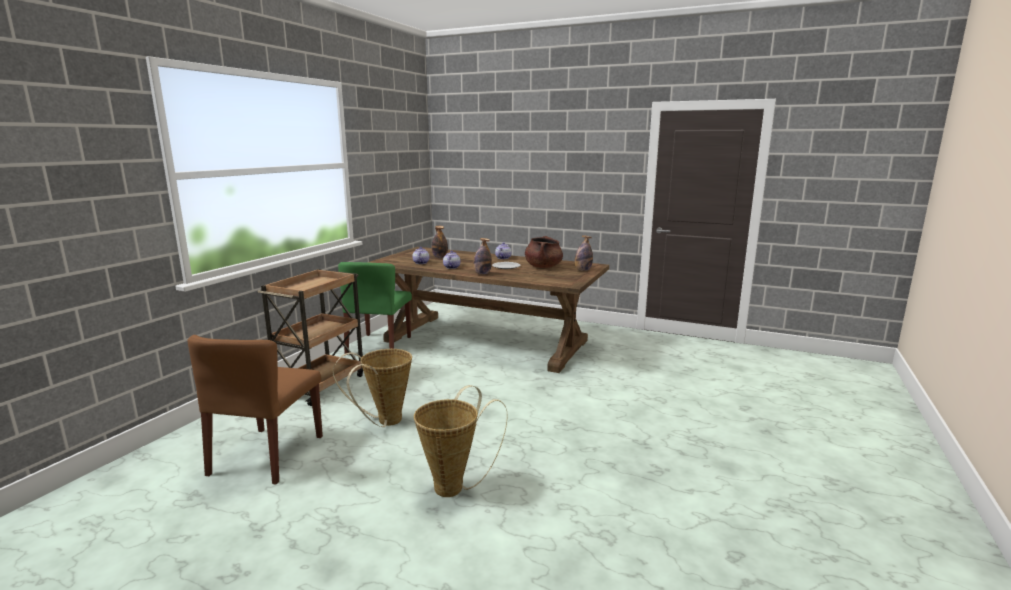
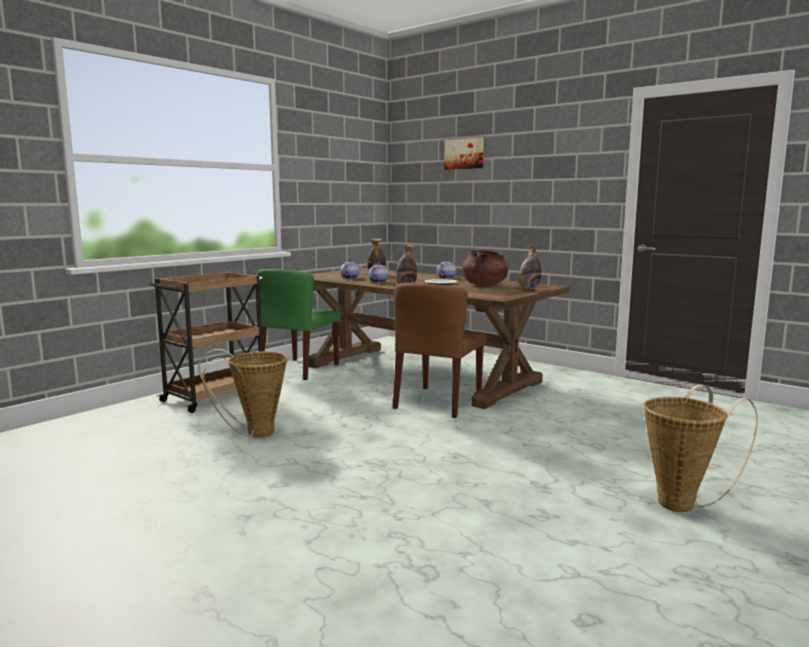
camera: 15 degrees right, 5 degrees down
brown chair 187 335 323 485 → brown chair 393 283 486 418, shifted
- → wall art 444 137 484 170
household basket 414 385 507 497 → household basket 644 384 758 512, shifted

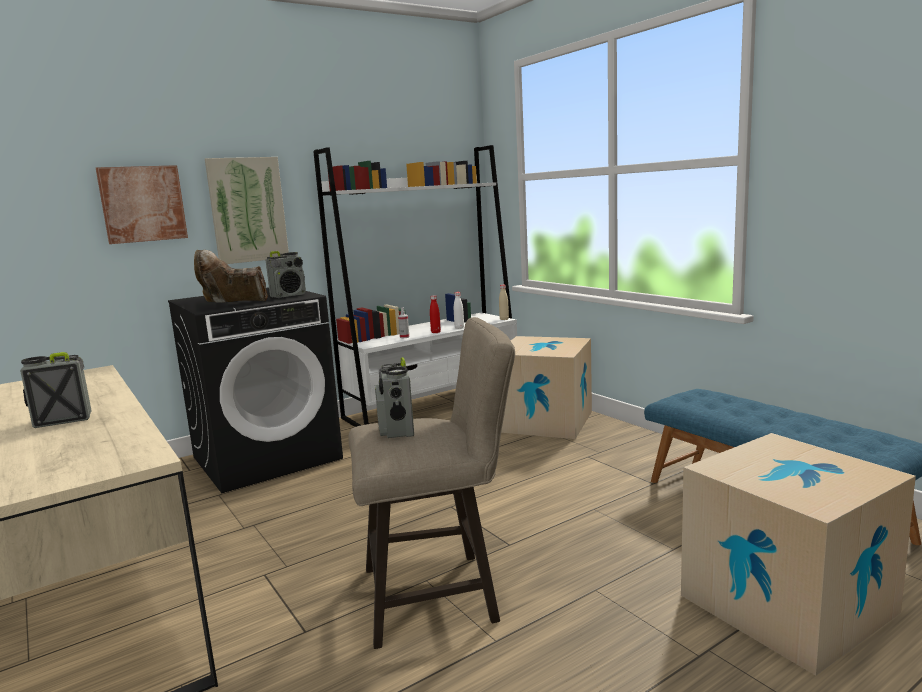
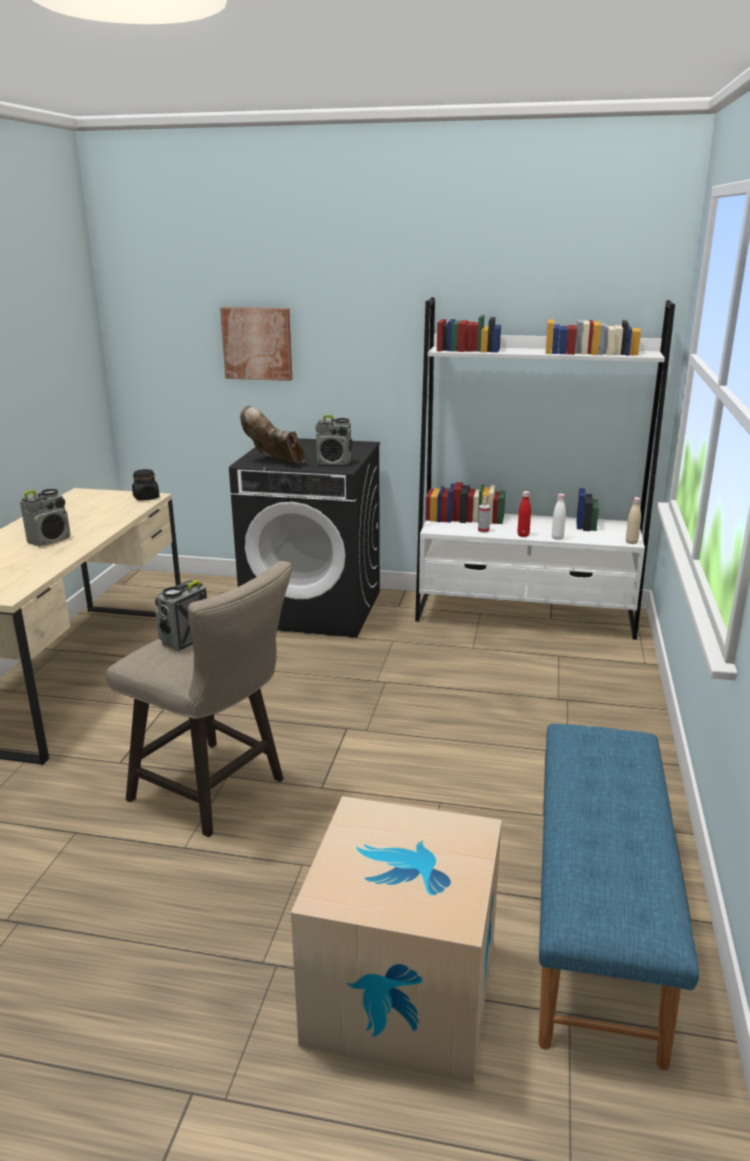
camera: 45 degrees right, 10 degrees up
radio set 20 352 92 428 → radio set 20 489 71 546, 105 degrees clockwise
- → black preserve jar 132 469 159 501
wall art 205 157 289 264 → -
carton 501 336 592 439 → -

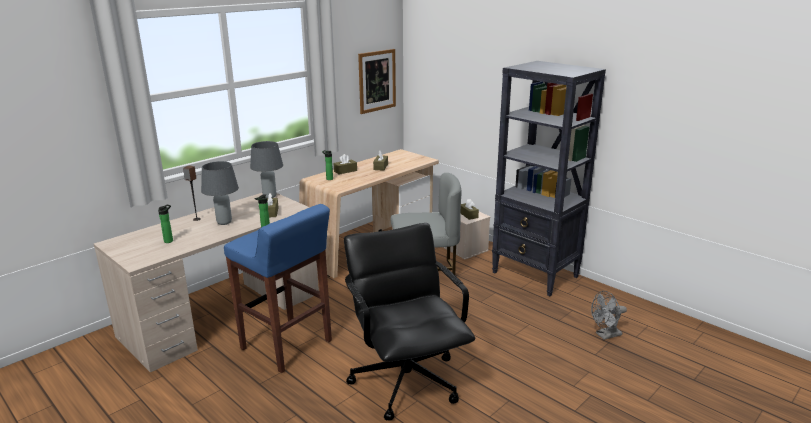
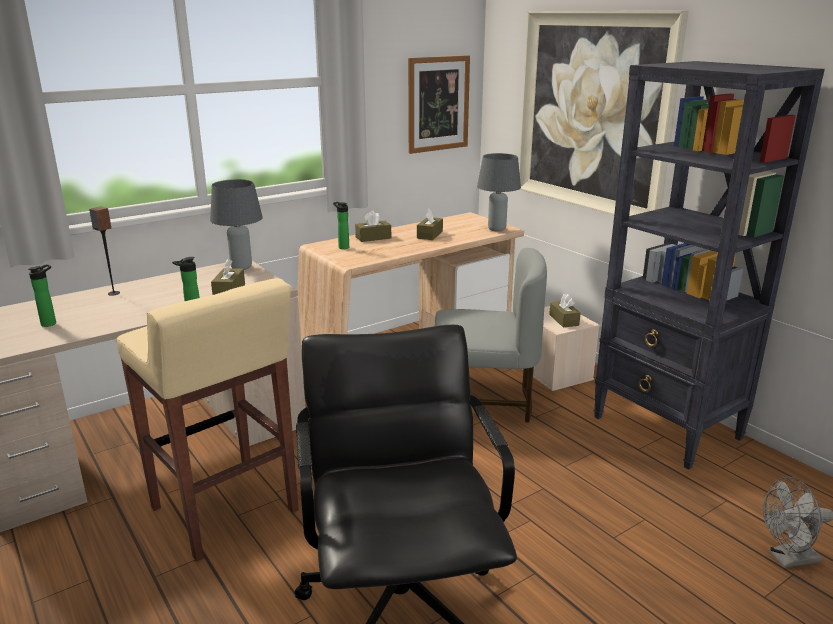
camera: 10 degrees right, 0 degrees up
bluish stool 224 204 332 373 → beige-coloured stool 116 278 299 561
grey tabletop lamp 201 161 239 225 → grey tabletop lamp 477 153 521 232, shifted
- → wall art 519 11 689 216

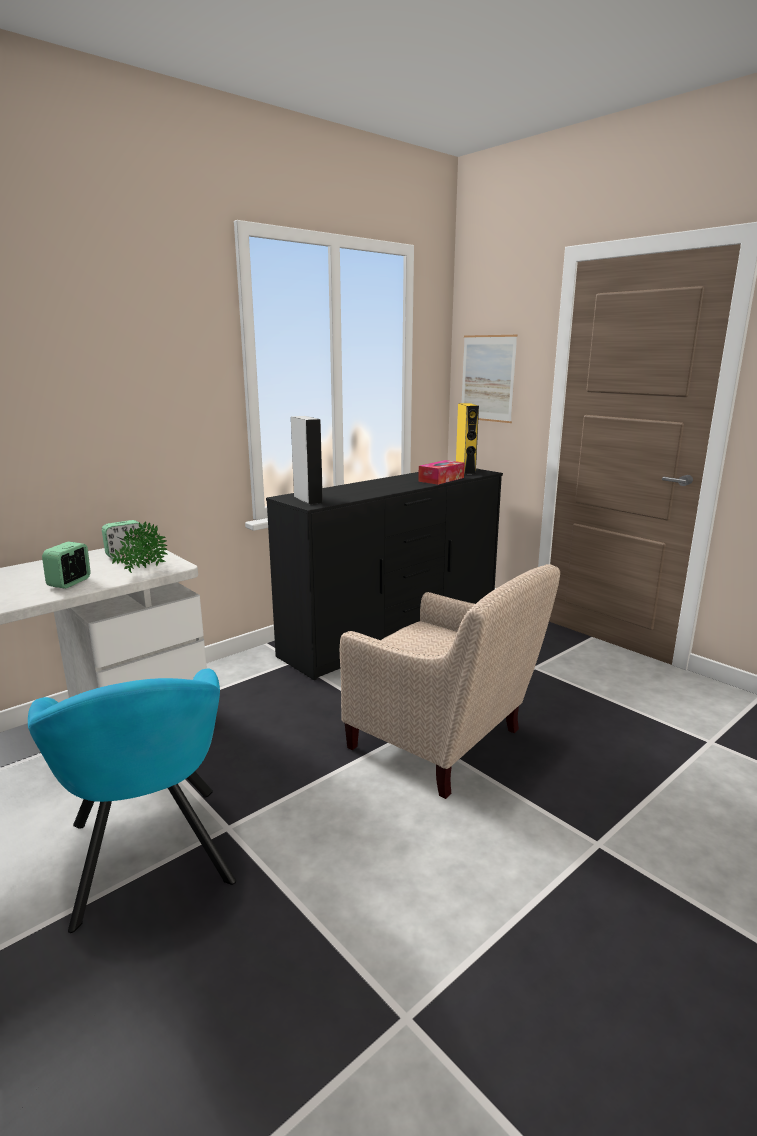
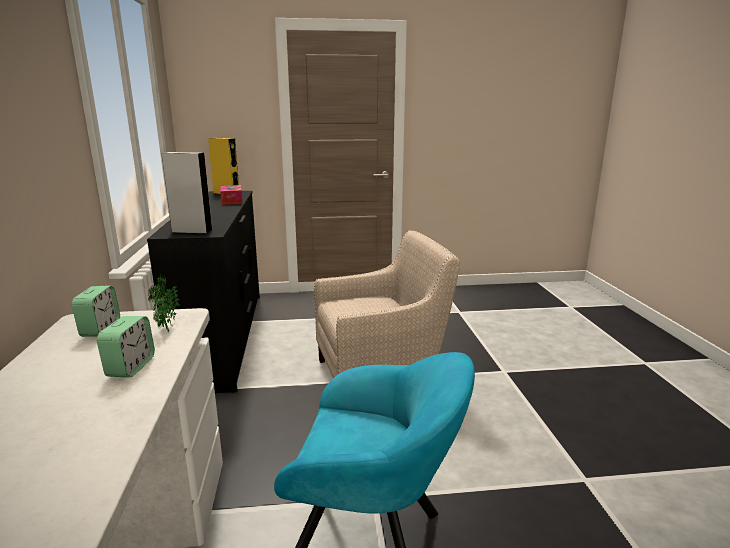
camera: 55 degrees left, 0 degrees up
alarm clock 42 542 91 589 → alarm clock 97 316 155 377, 135 degrees counterclockwise
wall art 462 335 517 423 → -

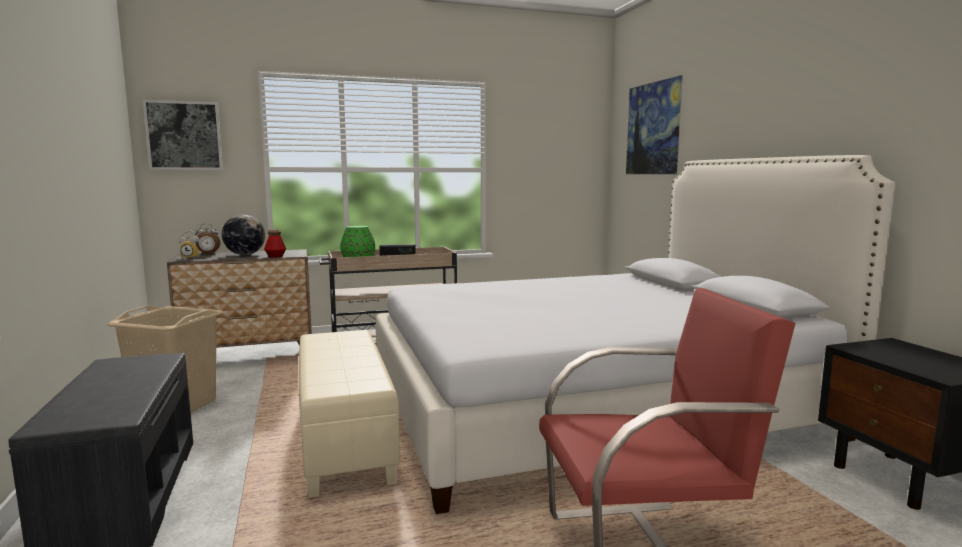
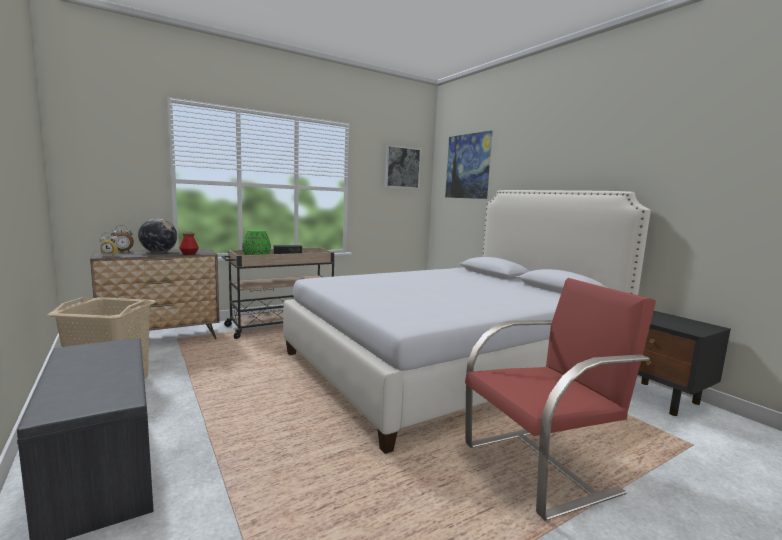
camera: 15 degrees left, 0 degrees up
wall art 143 100 223 170 → wall art 385 145 421 189, shifted
beige-coloured footrest 299 330 400 498 → -

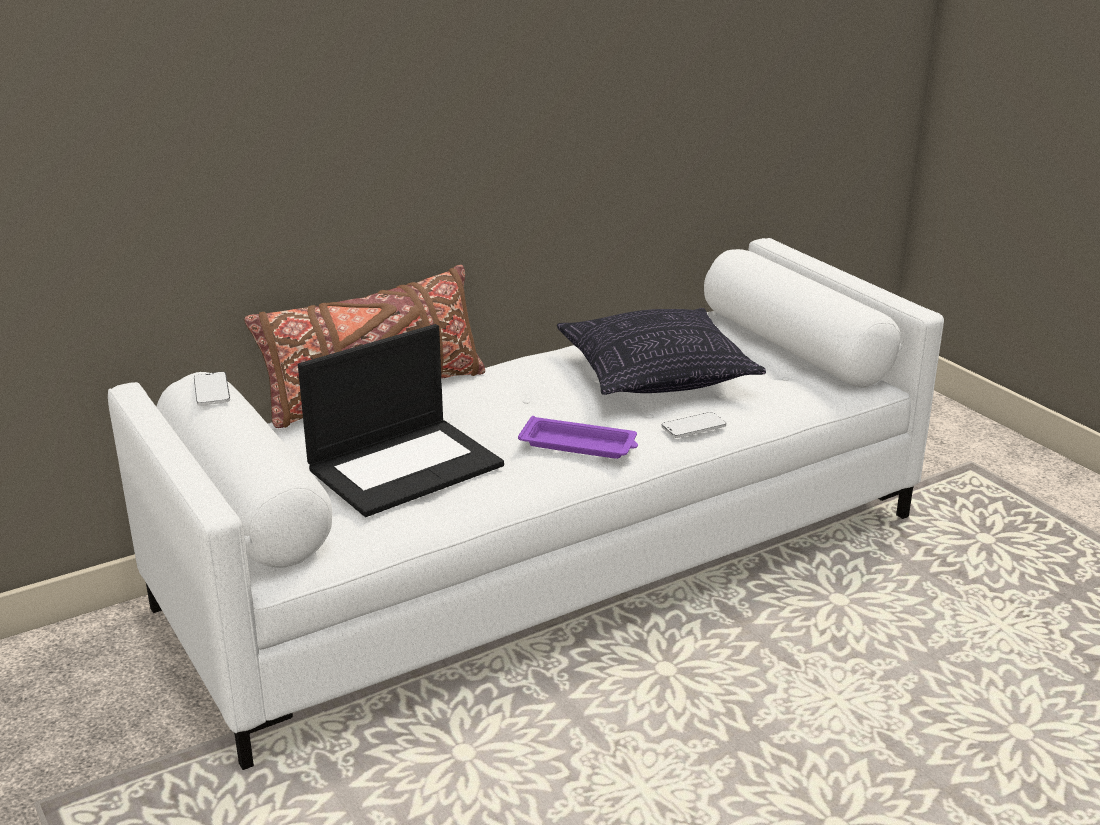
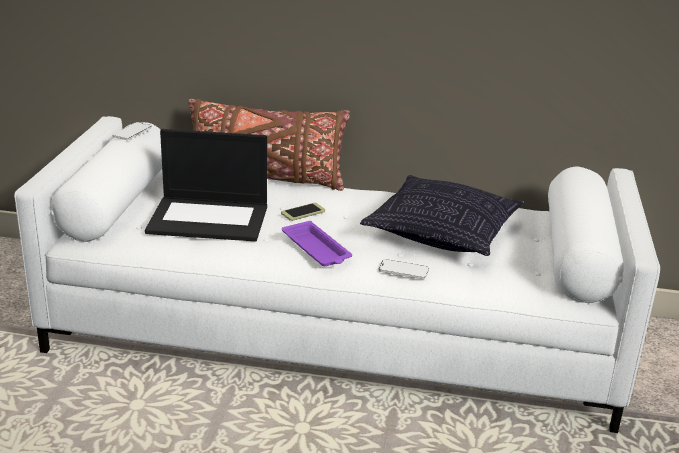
camera: 40 degrees right, 0 degrees up
- → phone 281 203 325 221

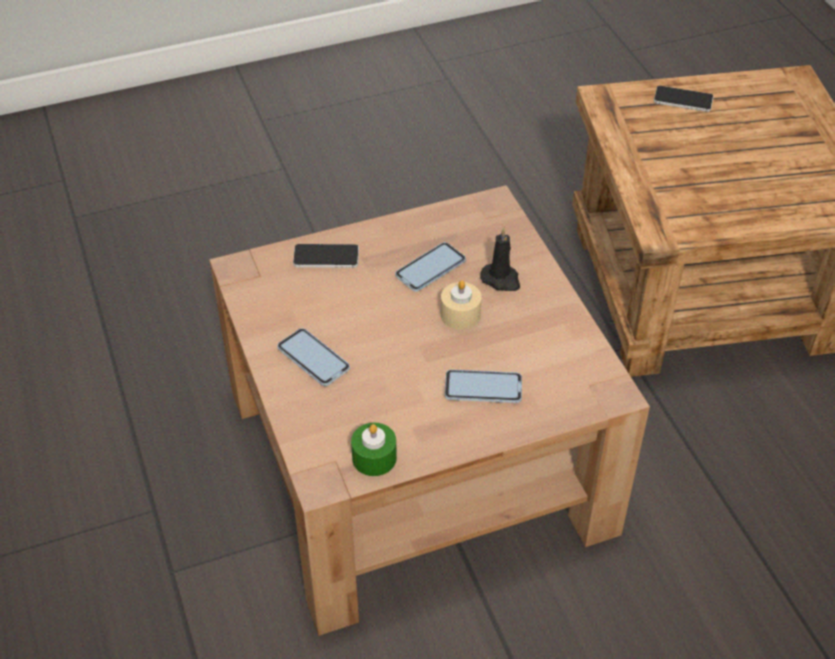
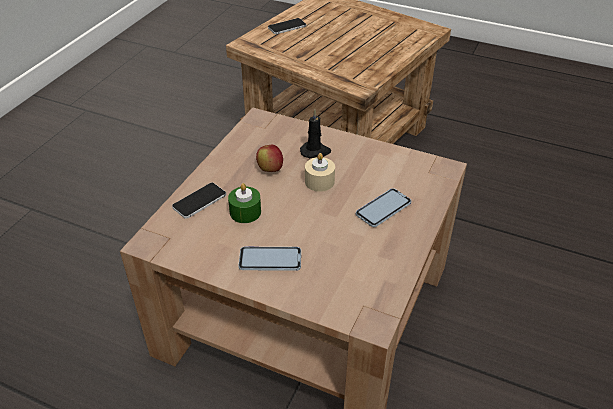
camera: 45 degrees left, 5 degrees down
green candle 351 423 397 476 → green candle 228 183 261 223, shifted
phone 395 242 466 292 → apple 256 145 283 172

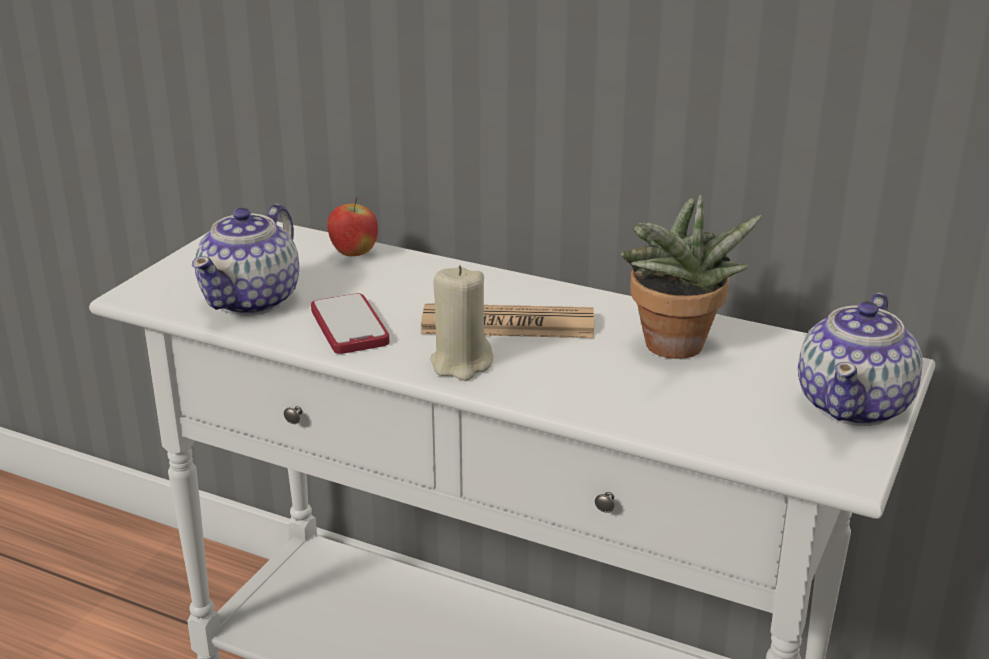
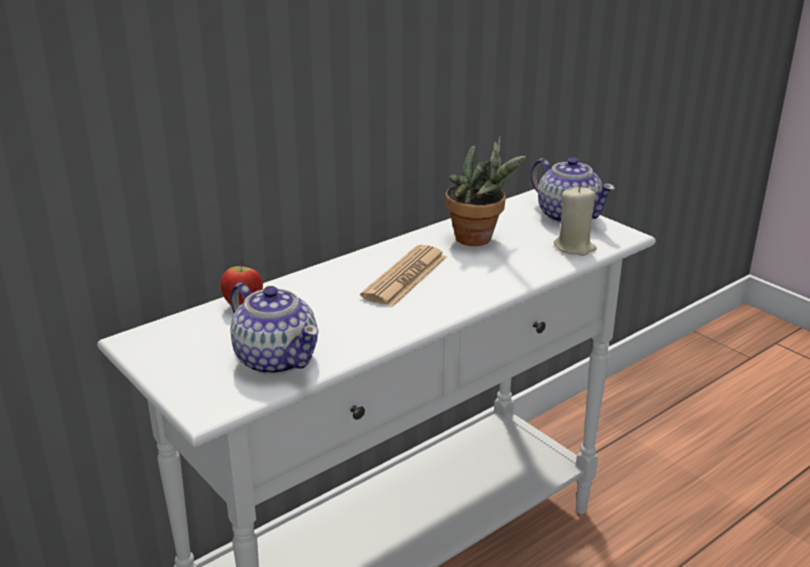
camera: 65 degrees left, 0 degrees up
beige-coloured candle 430 266 493 381 → beige-coloured candle 554 186 597 256, shifted
phone 311 293 389 354 → -

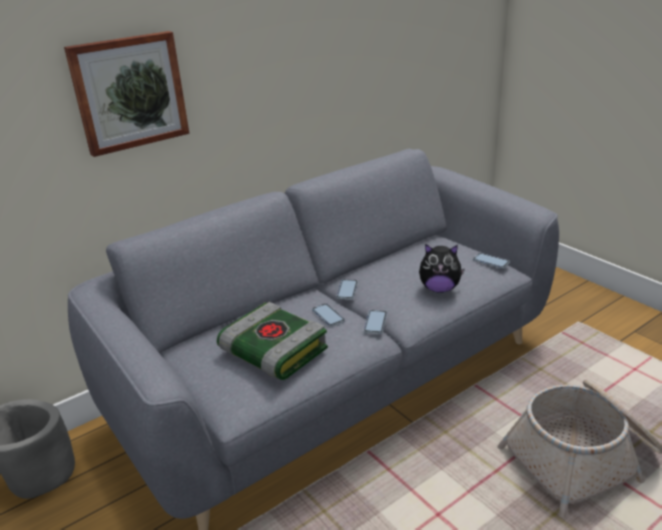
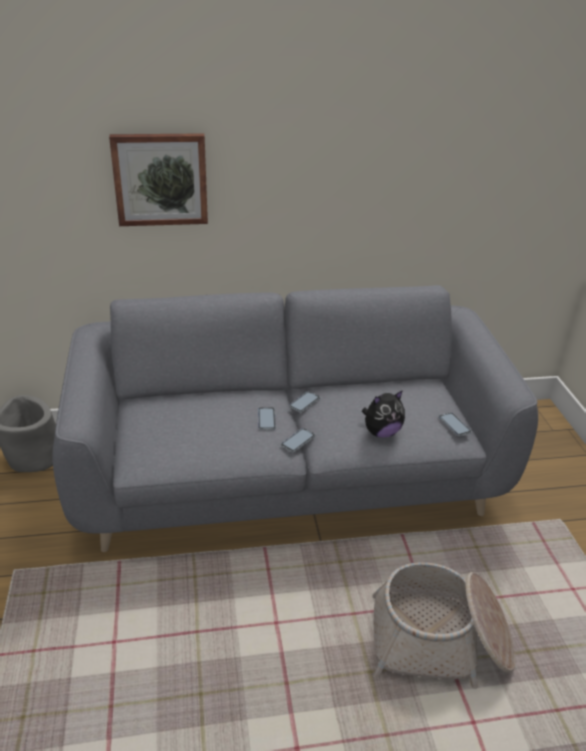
camera: 25 degrees right, 5 degrees up
plush toy 419 244 465 293 → plush toy 362 390 405 438, 60 degrees counterclockwise
bound book 217 302 328 380 → -

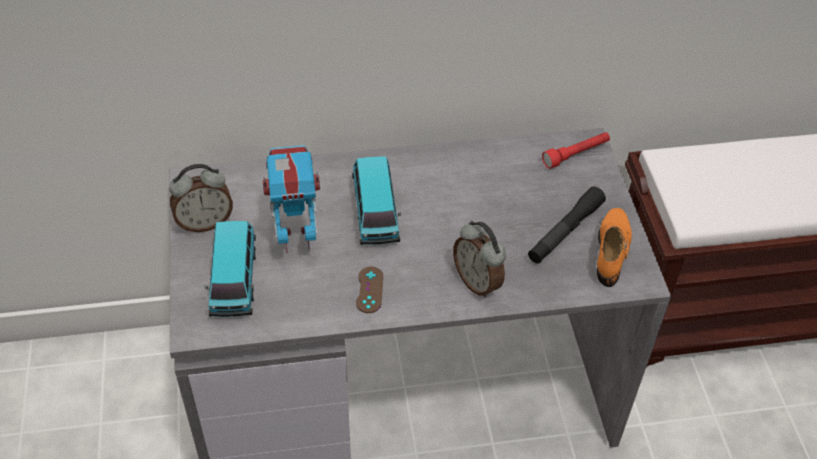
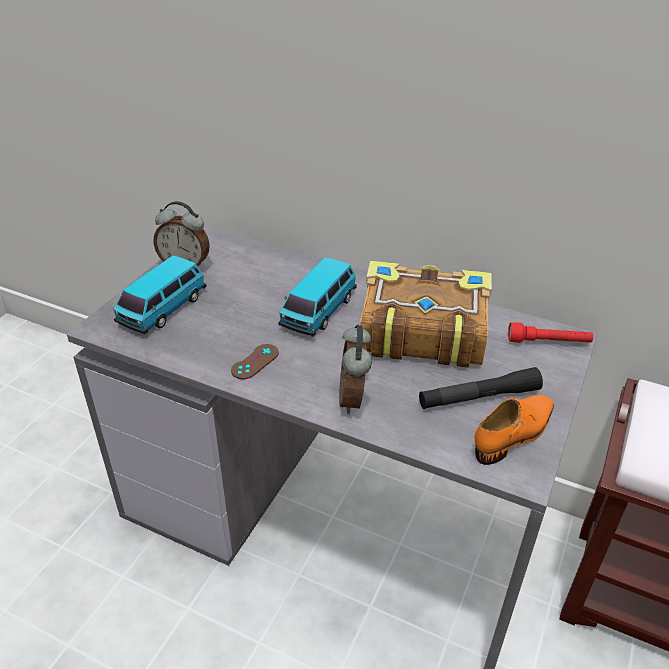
camera: 35 degrees right, 10 degrees down
- → bound book 360 261 492 368
toy robot 263 145 320 253 → -

